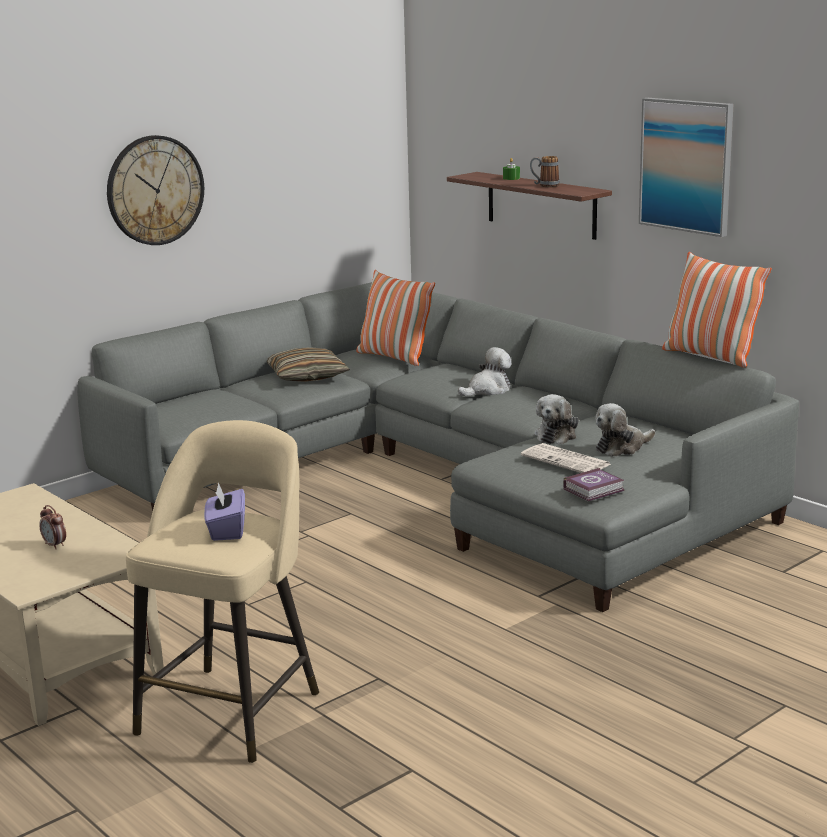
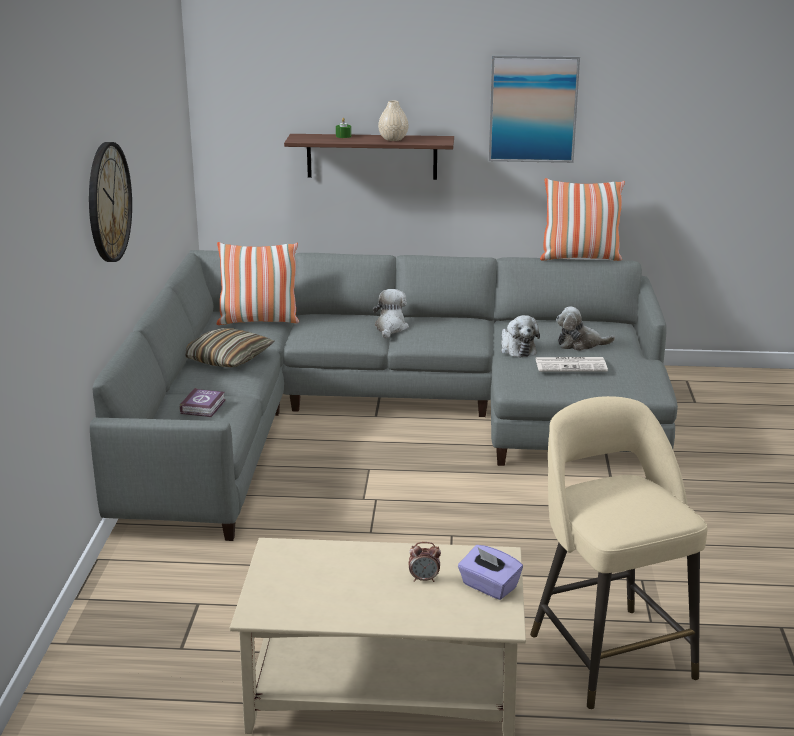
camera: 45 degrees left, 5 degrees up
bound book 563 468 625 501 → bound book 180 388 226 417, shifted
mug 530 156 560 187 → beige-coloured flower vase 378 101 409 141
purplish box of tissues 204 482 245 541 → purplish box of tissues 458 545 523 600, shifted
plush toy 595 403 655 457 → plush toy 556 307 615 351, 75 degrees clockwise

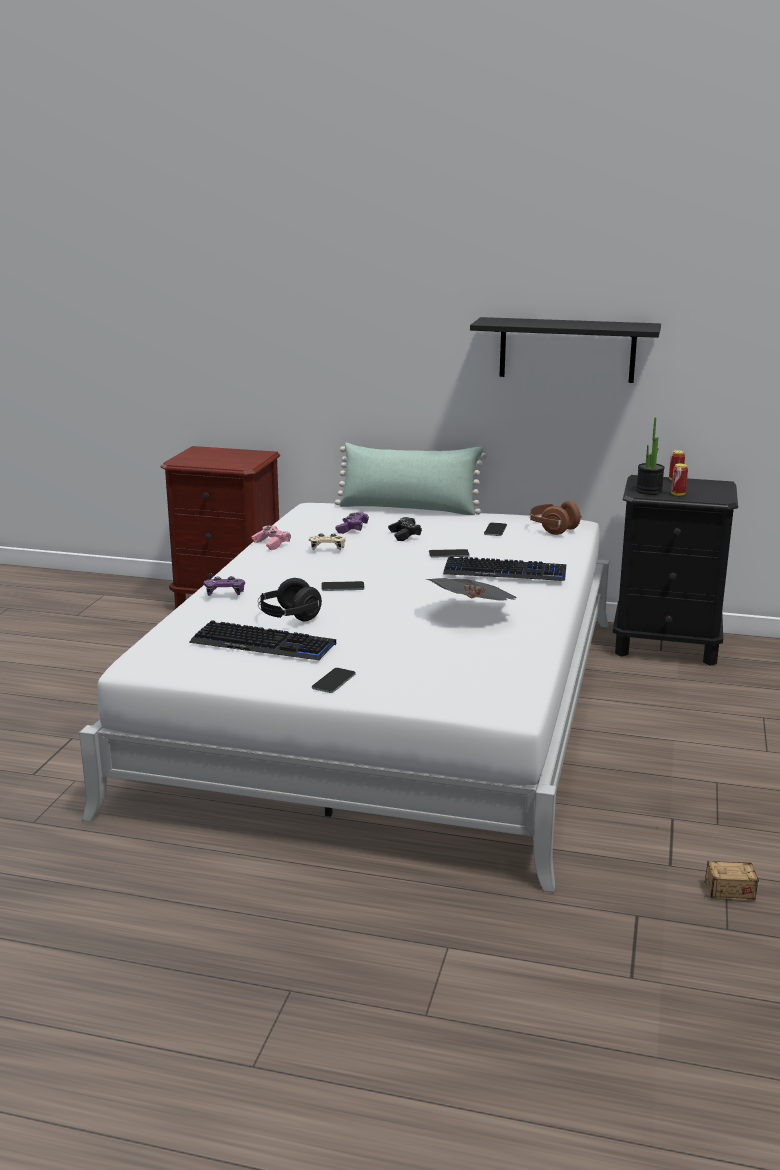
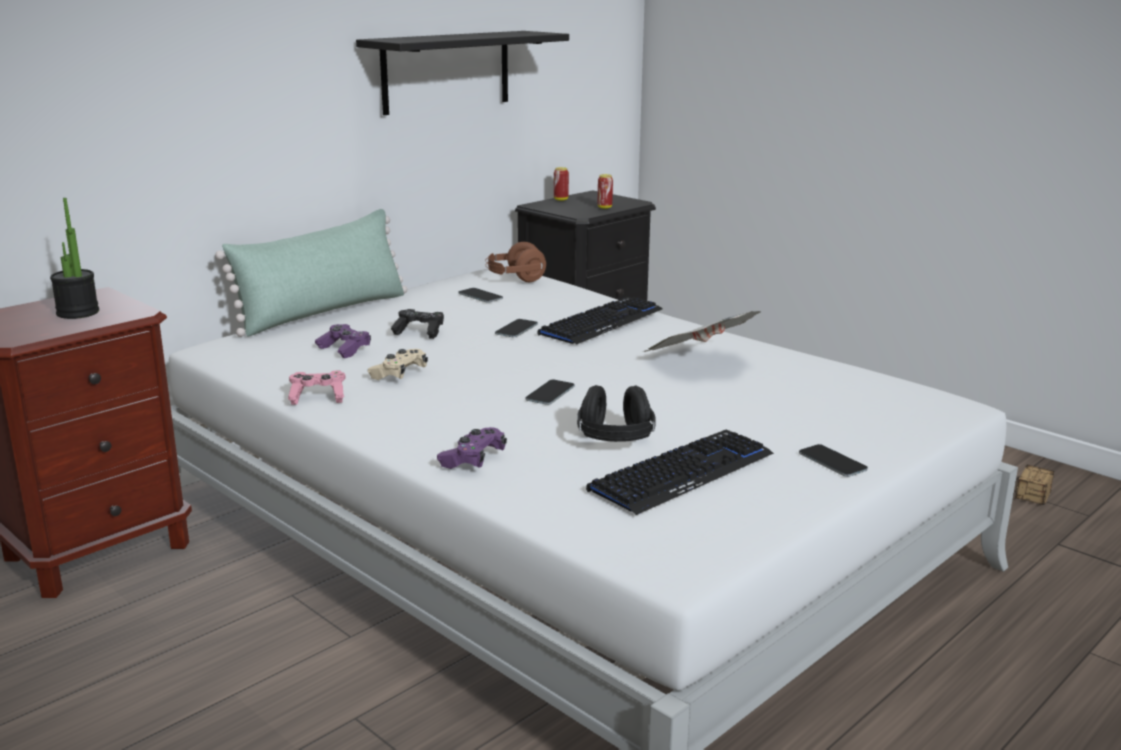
camera: 60 degrees left, 0 degrees up
plant in a pot 636 418 665 495 → plant in a pot 50 198 99 319, shifted

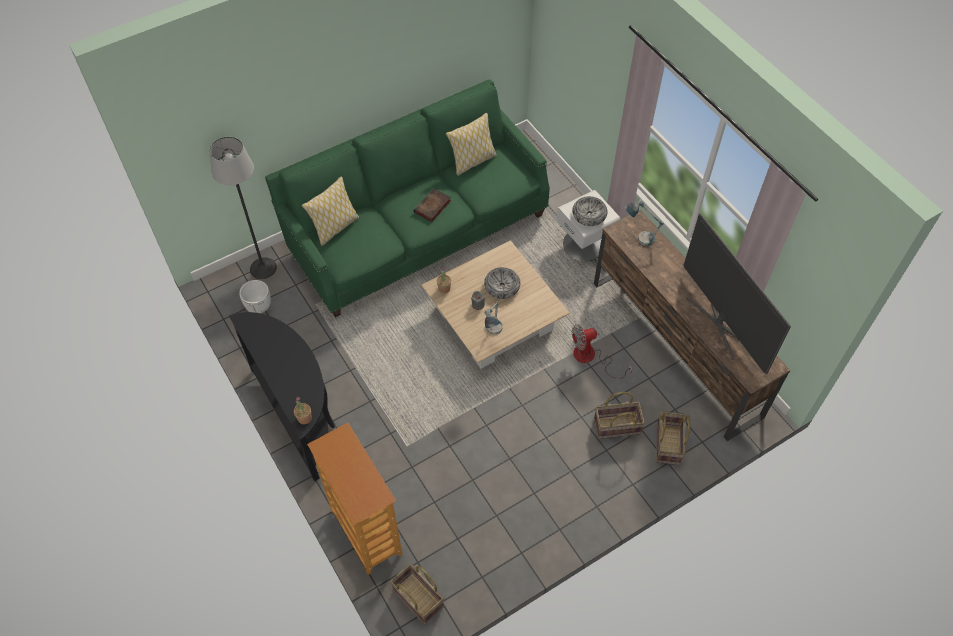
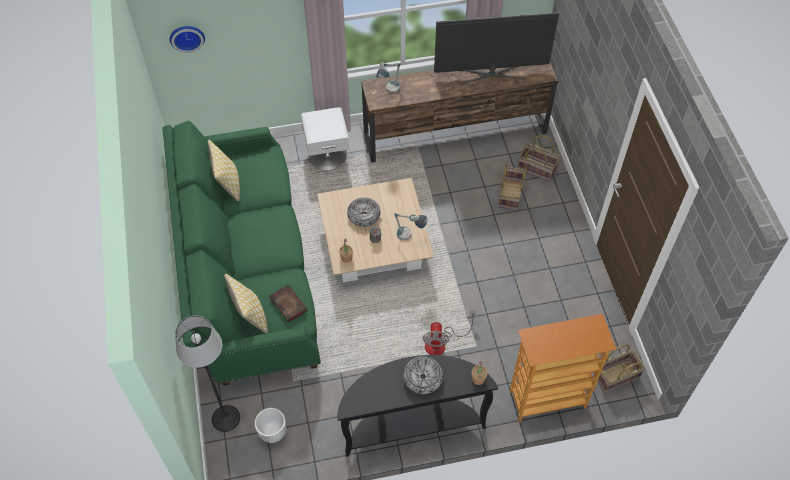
camera: 70 degrees left, 0 degrees up
- → hanging clock 170 26 205 53
bound book 414 188 451 222 → bound book 269 284 308 323, shifted
deep dish 572 196 608 226 → deep dish 403 356 443 394, shifted
electric fan 572 324 632 379 → electric fan 422 311 476 355, shifted

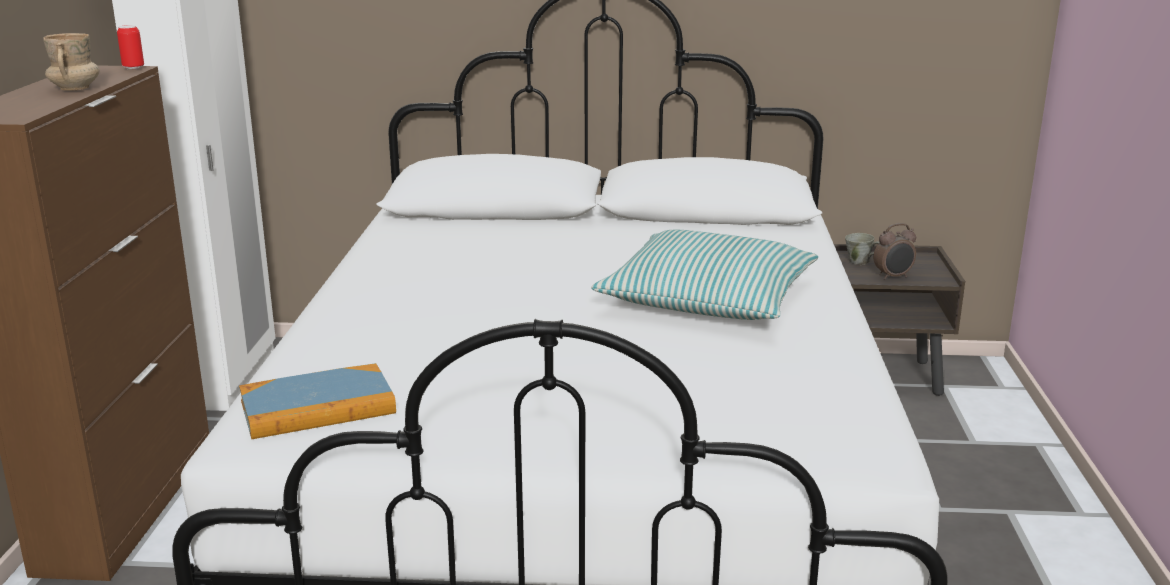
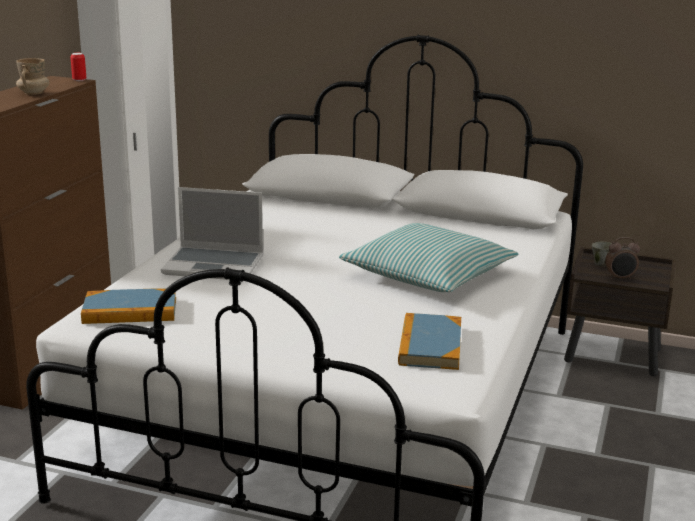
camera: 15 degrees right, 0 degrees up
- → portable computer 161 187 263 280
- → bound book 398 313 461 370

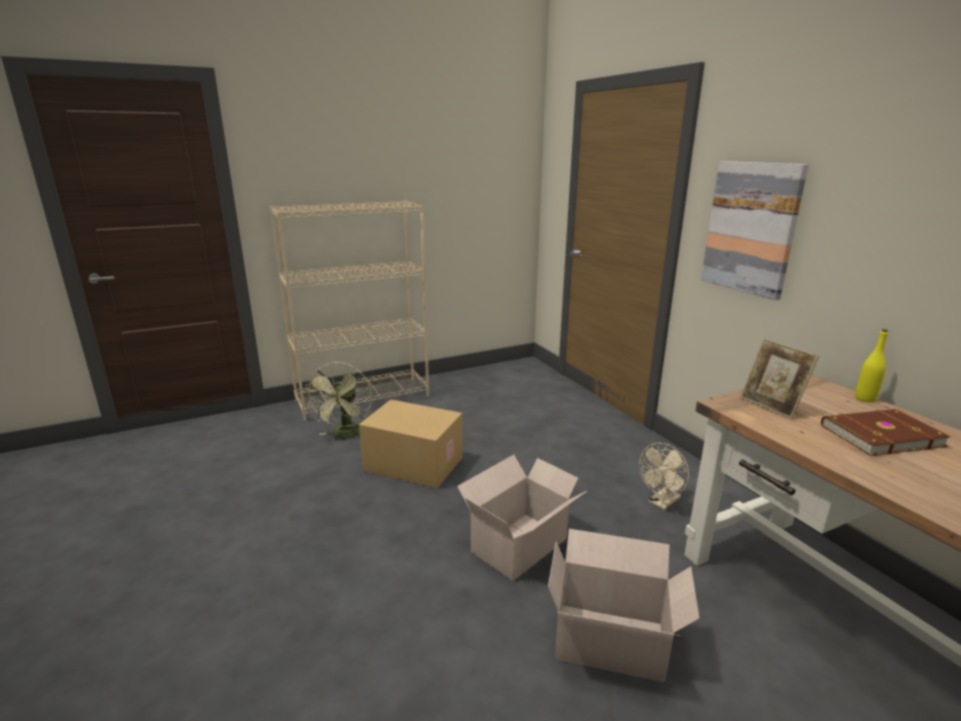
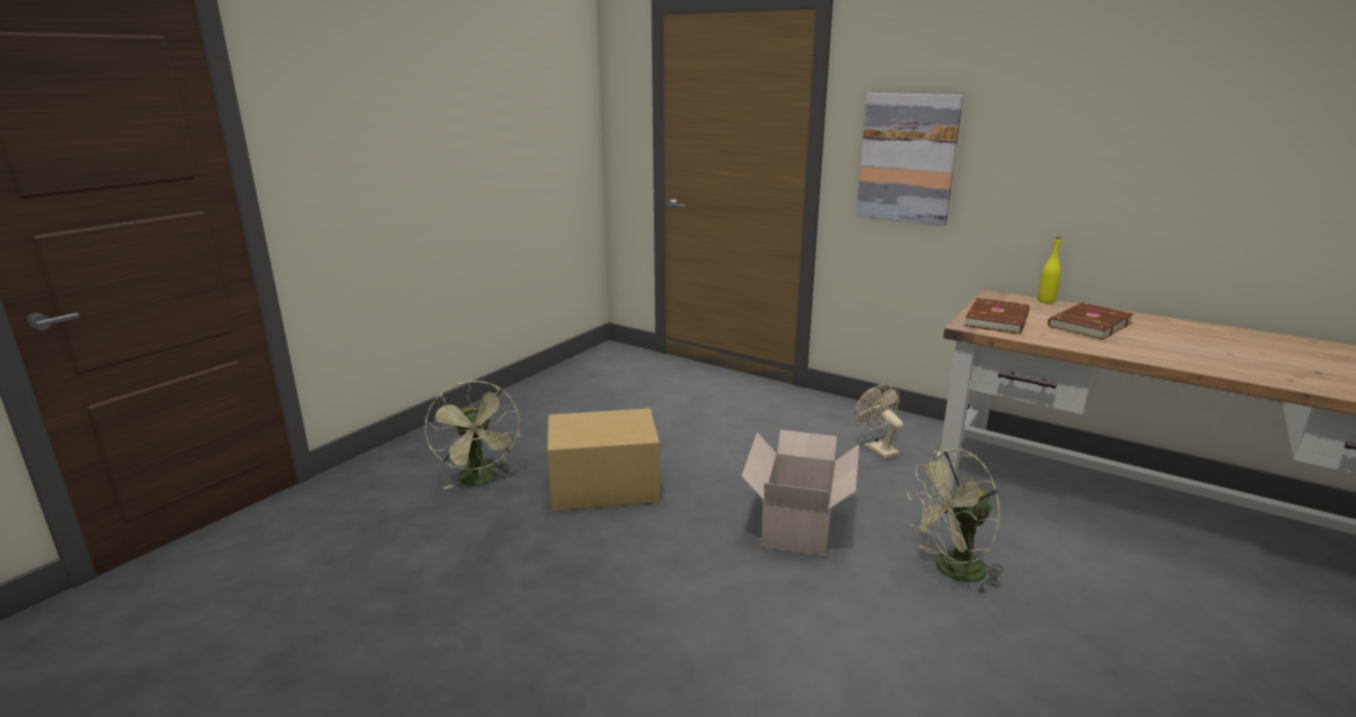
camera: 30 degrees left, 0 degrees up
beige-coloured electric fan 639 442 689 510 → beige-coloured electric fan 854 383 904 459, 135 degrees clockwise
carton 548 529 700 682 → green electric fan 907 449 1003 595
picture frame 740 338 819 419 → brown bound book 965 298 1030 334
beige-coloured bookshelf 269 201 429 421 → -

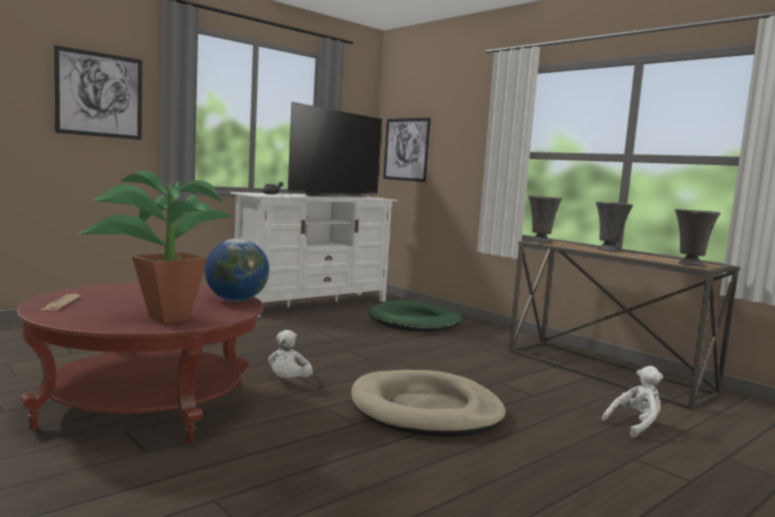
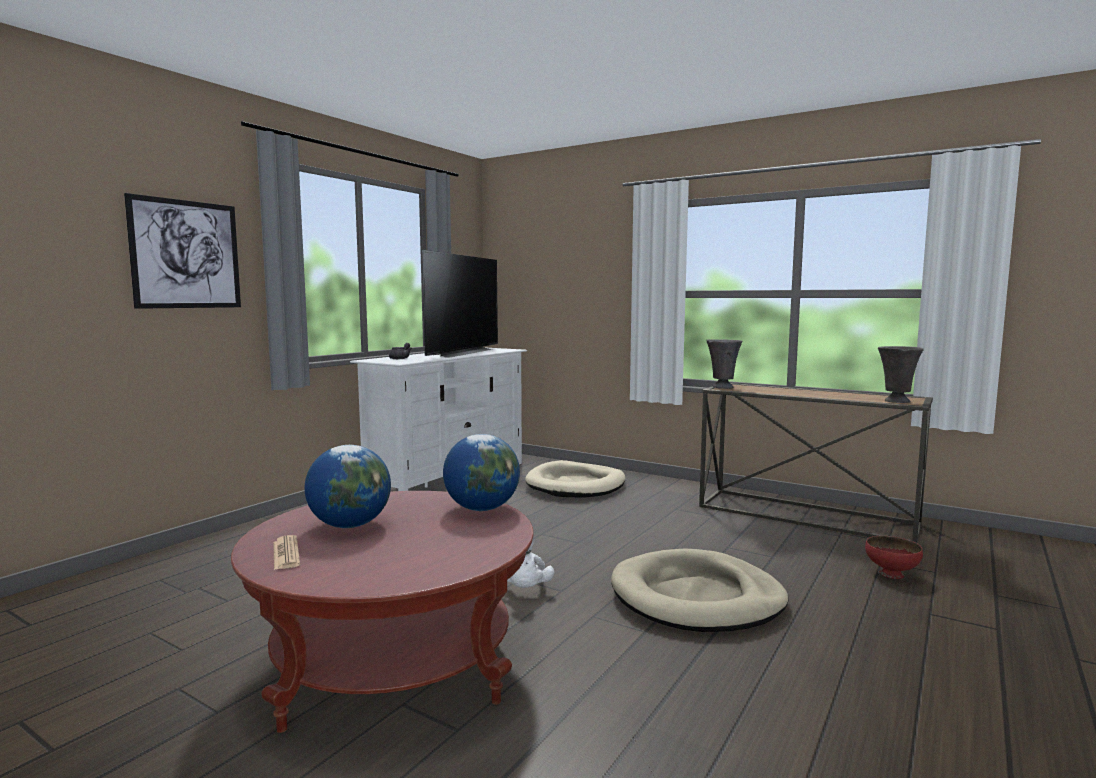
camera: 15 degrees left, 0 degrees up
- → globe 305 445 391 528
green dog cushion 368 300 462 332 → beige-coloured dog cushion 525 460 625 497
whitish plush toy 602 366 663 437 → reddish deep dish 865 536 923 579
plant in a pot 77 171 233 324 → -
wall art 383 118 431 182 → -
grey flower vase 596 202 633 251 → -

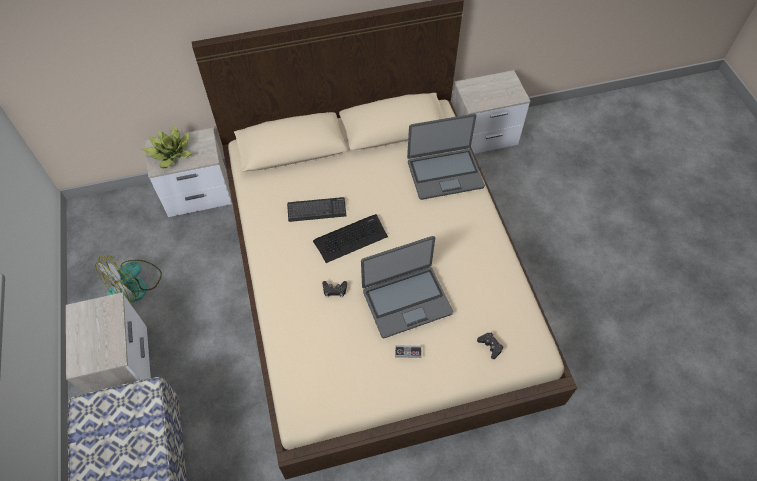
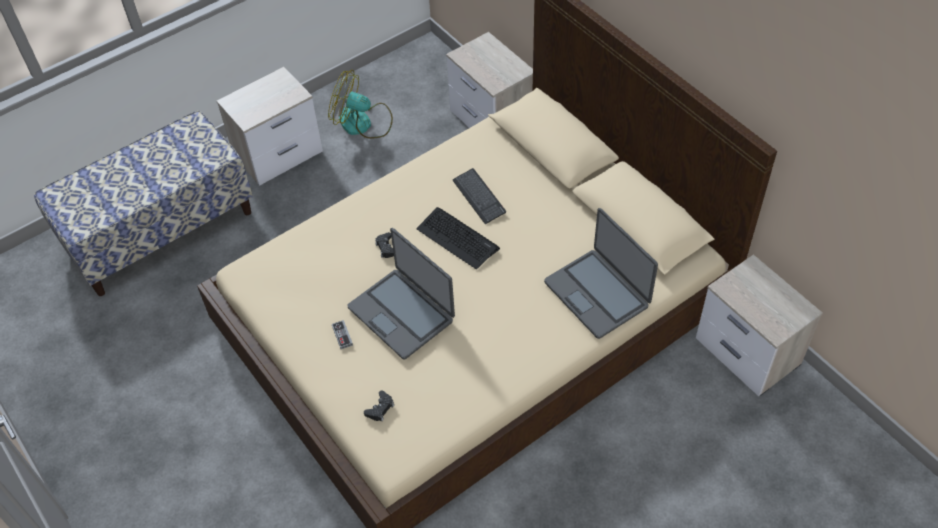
camera: 70 degrees right, 5 degrees down
plant in a pot 141 125 192 168 → -

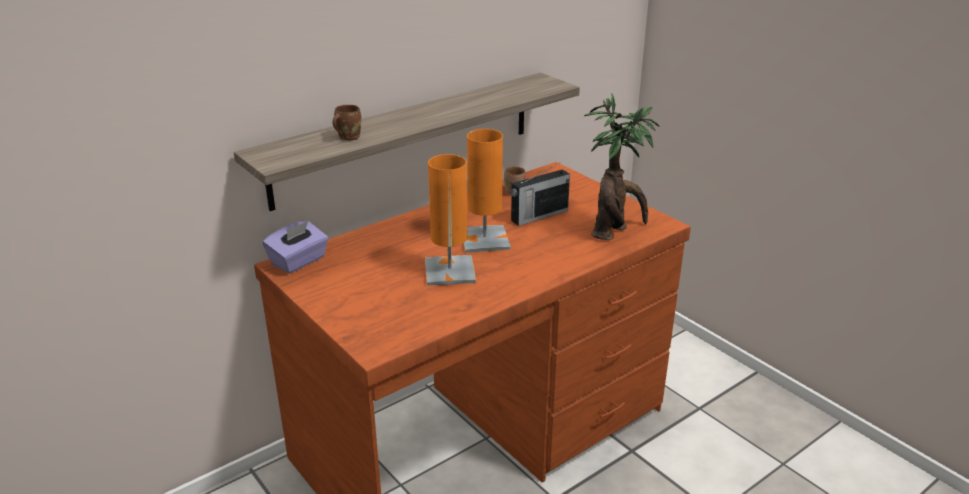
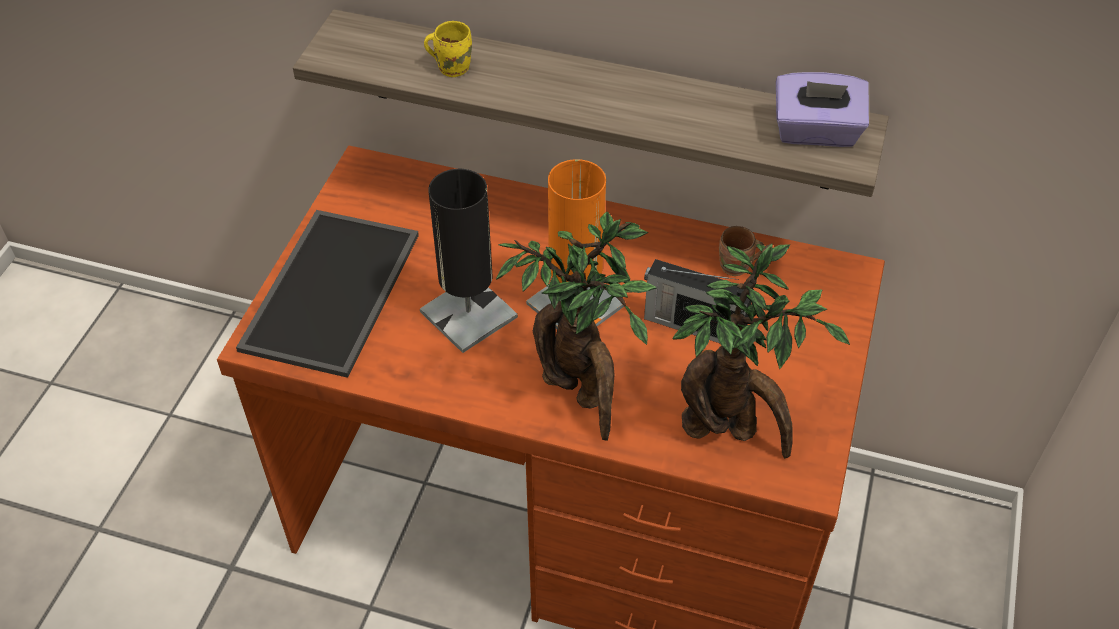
camera: 55 degrees right, 20 degrees up
- → serving tray 236 210 419 378
orange tabletop lamp 425 154 476 286 → black tabletop lamp 420 169 518 353
brown mug 332 105 362 140 → yellow-coloured mug 424 21 472 77
- → plant in a pot 496 212 657 441
purplish box of tissues 263 221 329 273 → purplish box of tissues 776 72 869 147, shifted

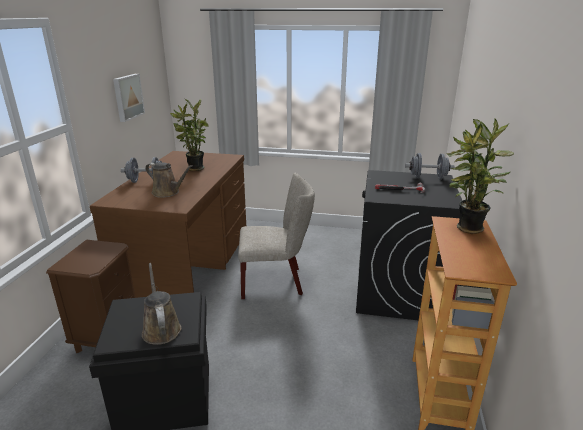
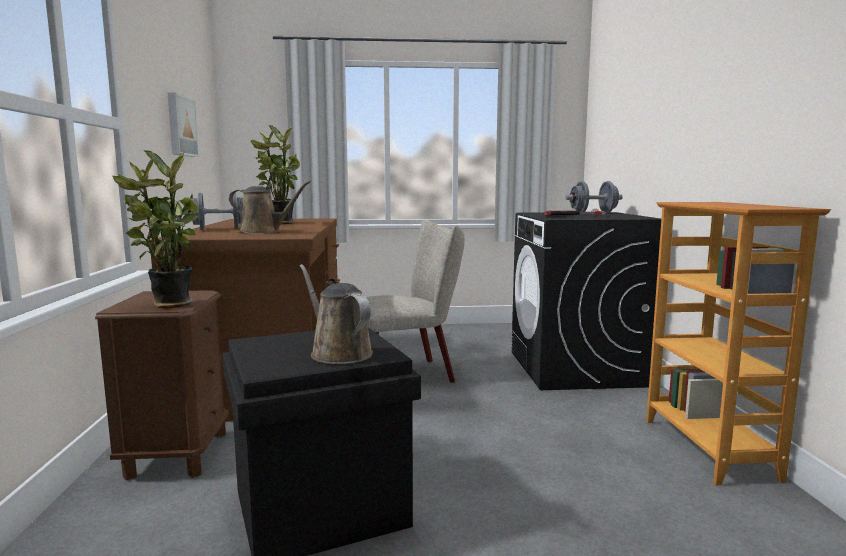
camera: 15 degrees left, 15 degrees down
plant in a pot 446 119 514 234 → plant in a pot 113 150 200 309, shifted

